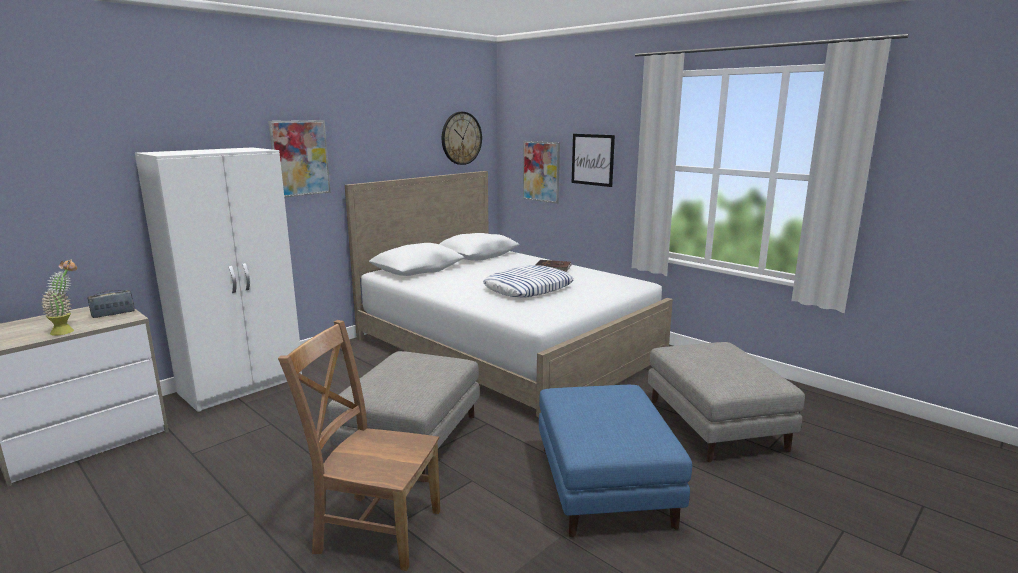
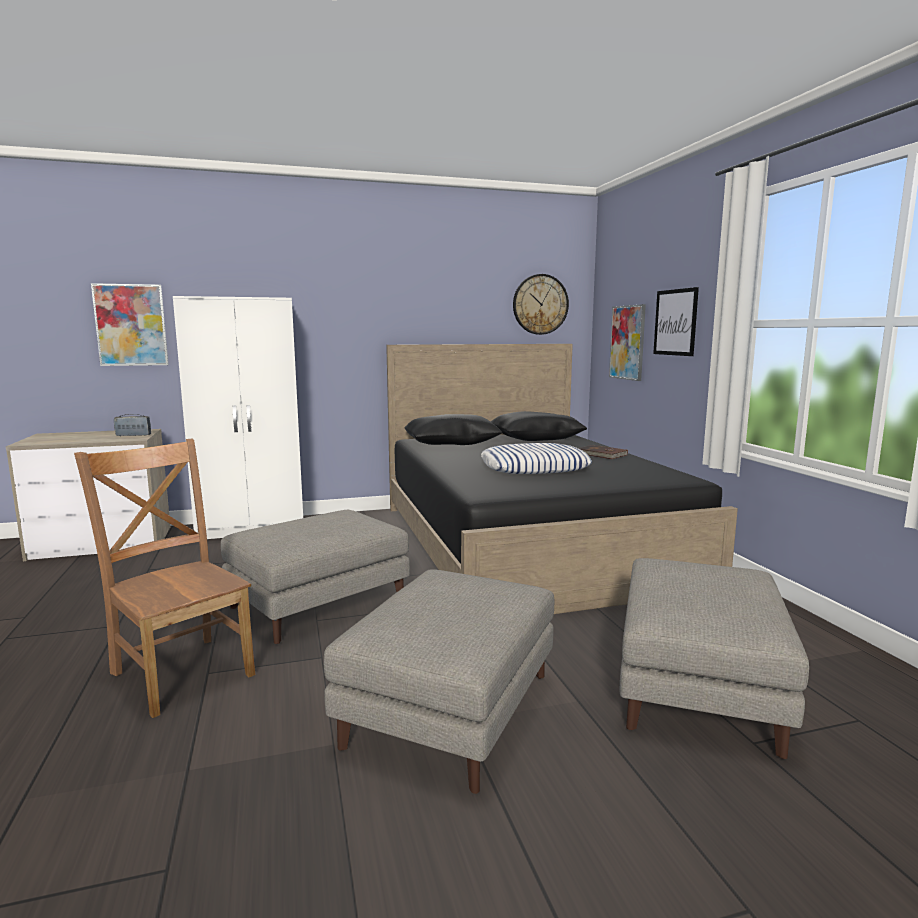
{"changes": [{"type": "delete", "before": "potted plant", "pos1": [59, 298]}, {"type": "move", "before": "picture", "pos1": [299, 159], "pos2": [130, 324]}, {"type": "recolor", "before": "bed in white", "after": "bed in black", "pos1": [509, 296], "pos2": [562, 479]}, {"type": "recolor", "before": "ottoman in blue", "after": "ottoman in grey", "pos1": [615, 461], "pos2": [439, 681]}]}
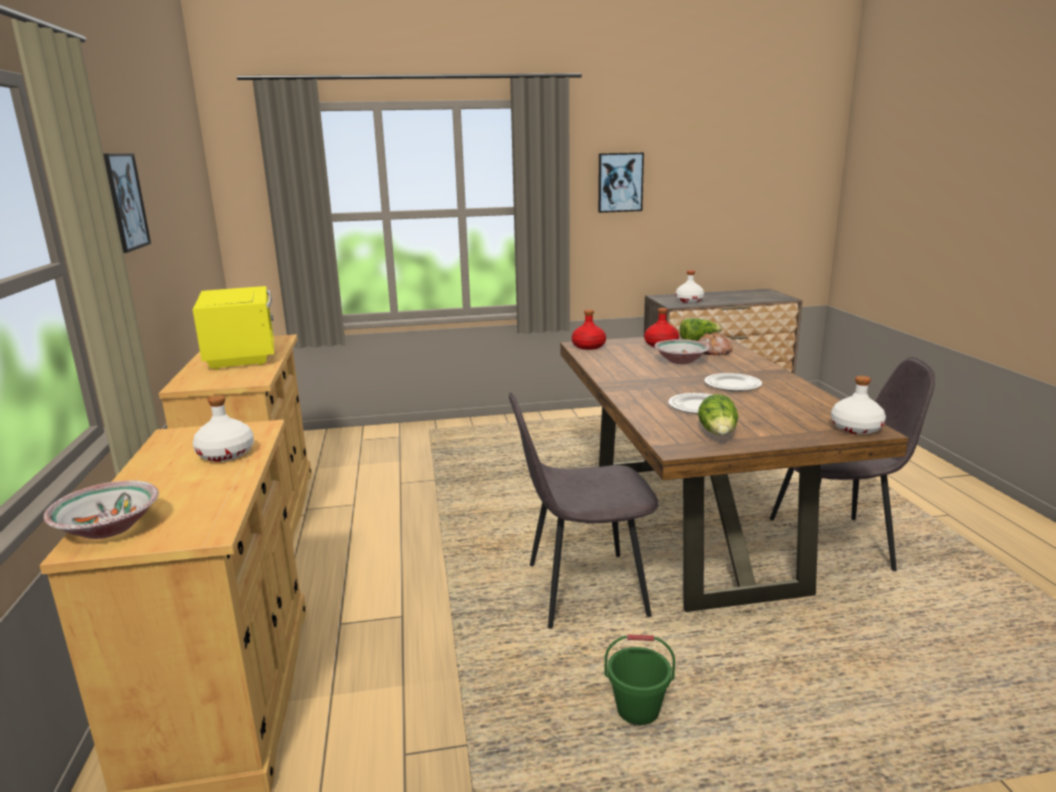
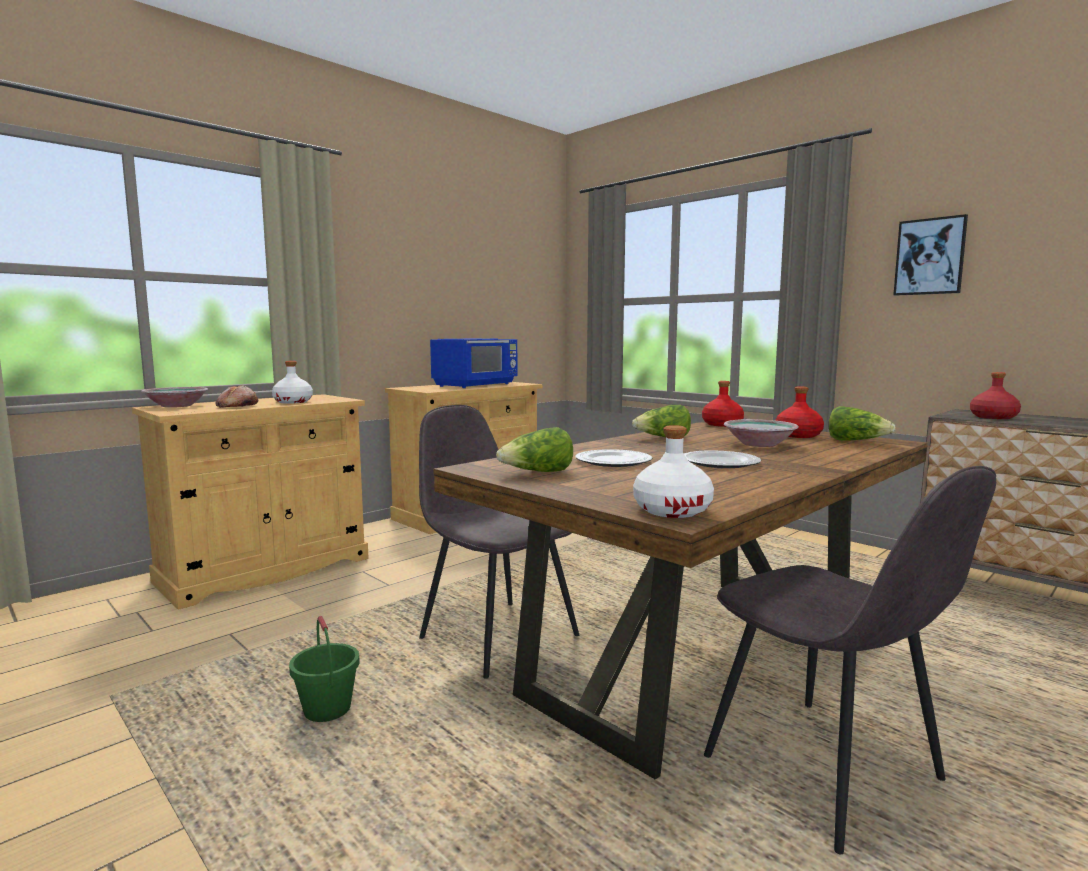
{"changes": [{"type": "delete", "before": "picture", "pos1": [127, 203]}, {"type": "recolor", "before": "microwave in yellow", "after": "microwave in blue", "pos1": [233, 328], "pos2": [474, 363]}, {"type": "recolor", "before": "bottle in white", "after": "bottle in red", "pos1": [689, 286], "pos2": [995, 395]}, {"type": "move", "before": "bread", "pos1": [715, 343], "pos2": [237, 396]}, {"type": "insert", "after": "lettuce", "pos2": [661, 421]}]}
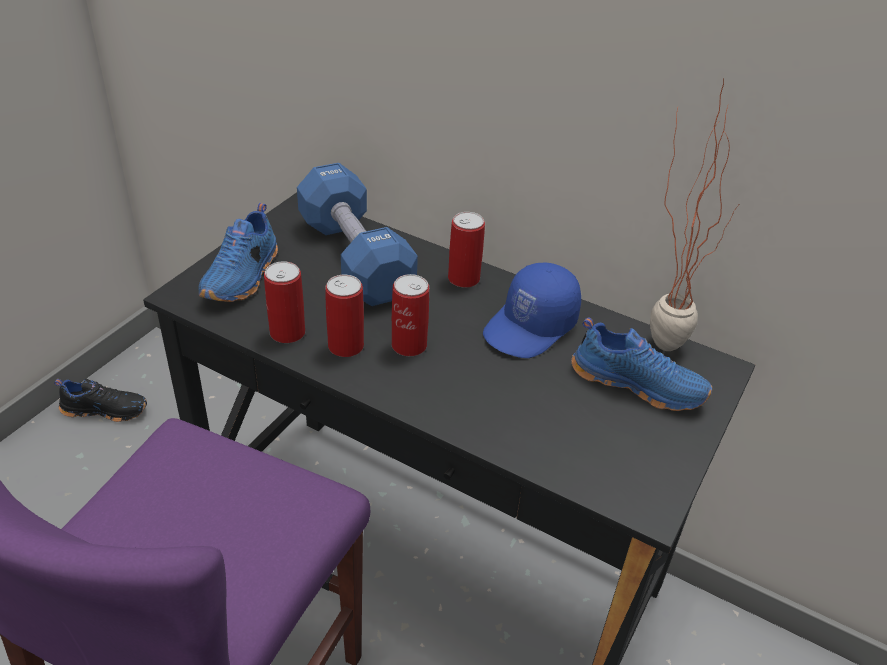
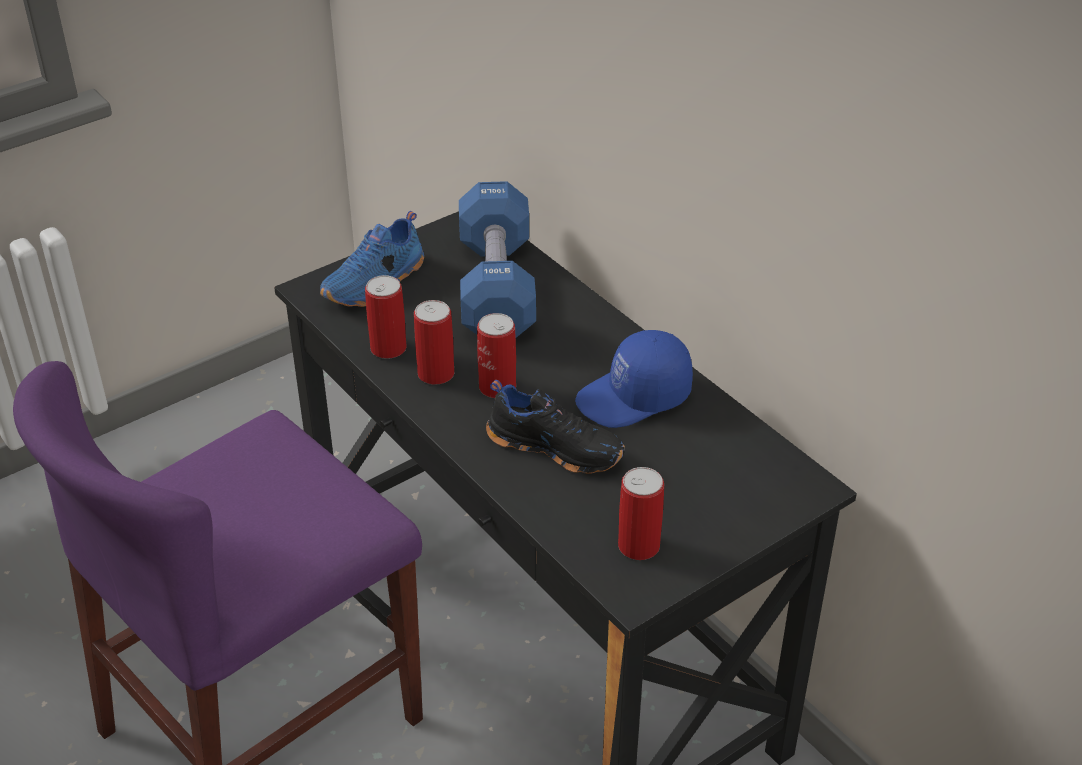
{"changes": [{"type": "move", "before": "shoe in black", "pos1": [100, 400], "pos2": [555, 427]}, {"type": "move", "before": "can", "pos1": [466, 250], "pos2": [641, 513]}, {"type": "delete", "before": "shoe in blue", "pos1": [641, 364]}, {"type": "delete", "before": "potted plant", "pos1": [695, 214]}]}
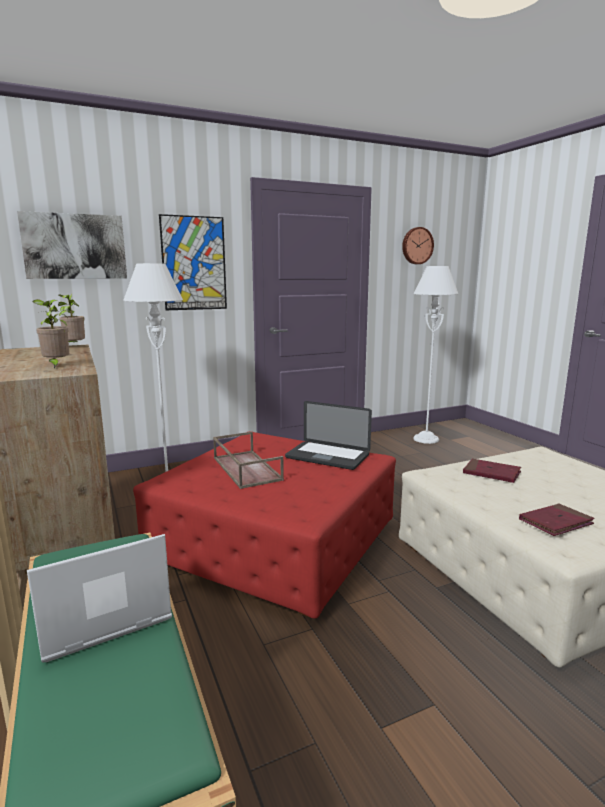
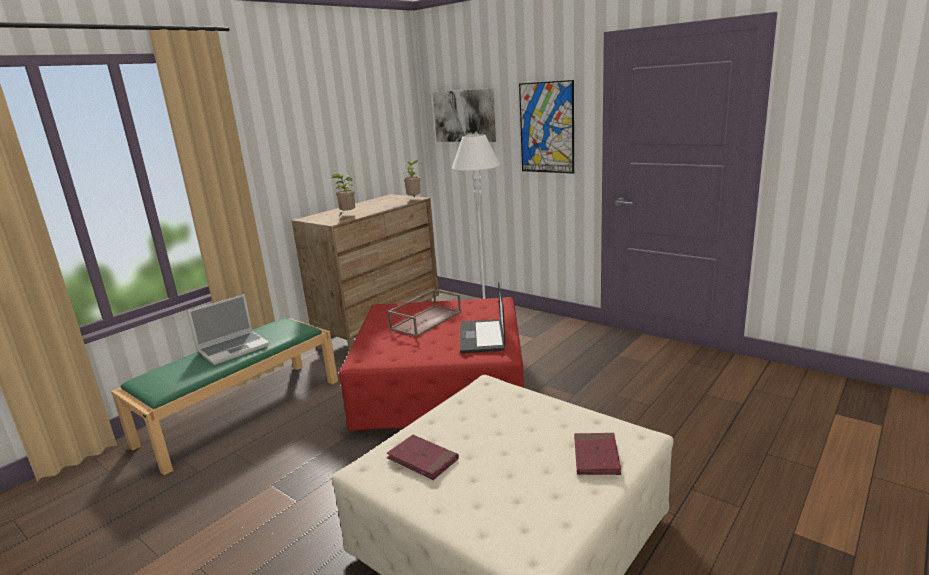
{"changes": [{"type": "rotate", "before": "laptop", "pos1": [99, 598], "pos2": [229, 329], "turn": 105}, {"type": "delete", "before": "wall clock", "pos1": [418, 245]}, {"type": "delete", "before": "floor lamp in white", "pos1": [435, 355]}, {"type": "move", "before": "book in red", "pos1": [492, 471], "pos2": [597, 454]}]}
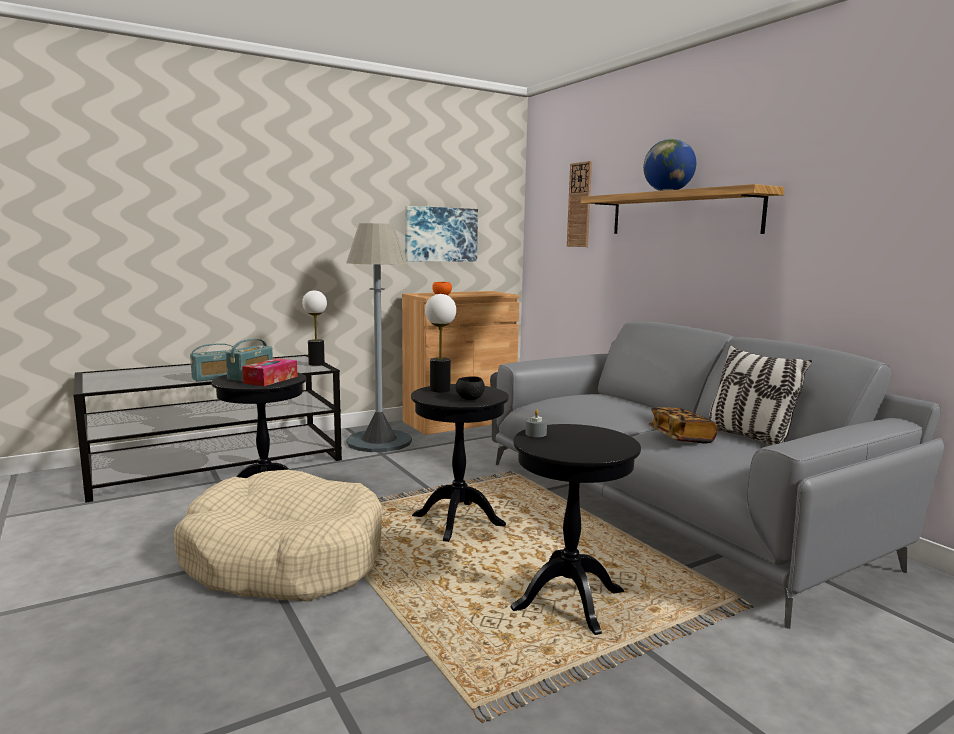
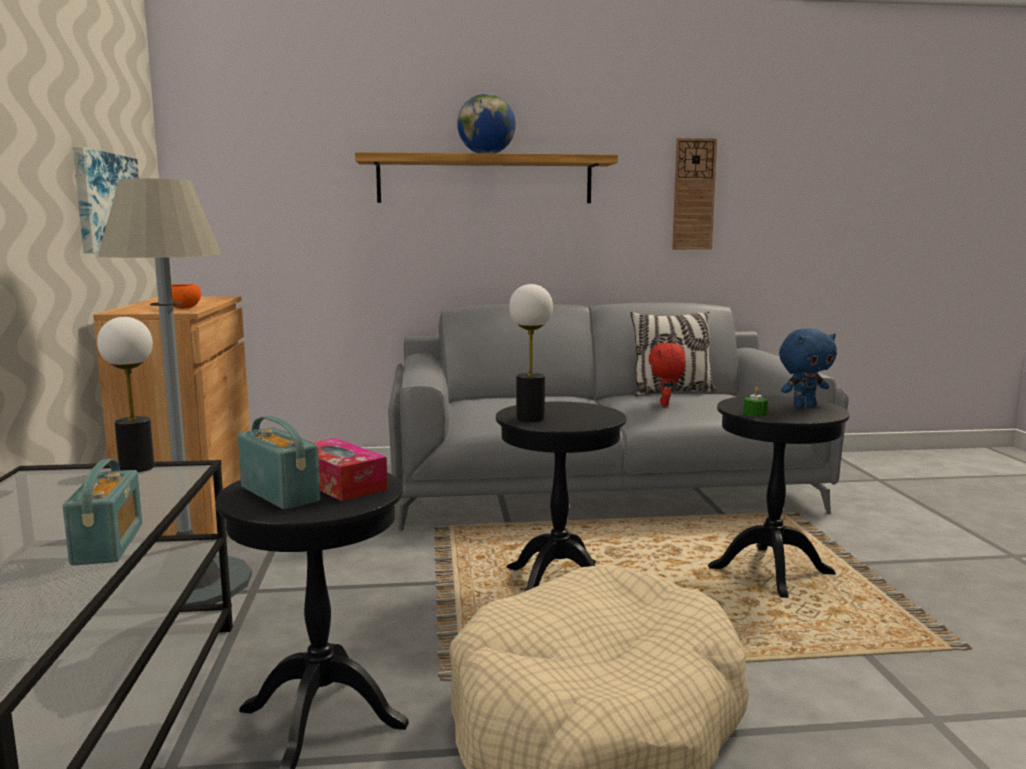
{"changes": [{"type": "delete", "before": "bowl in black", "pos1": [470, 388]}, {"type": "recolor", "before": "candle in grey", "after": "candle in green", "pos1": [536, 423], "pos2": [755, 401]}, {"type": "move", "before": "wall clock", "pos1": [579, 204], "pos2": [694, 194]}, {"type": "replace", "before": "book", "after": "plush toy in red", "pos1": [683, 425], "pos2": [667, 375]}, {"type": "insert", "after": "plush toy in blue", "pos2": [808, 368]}]}
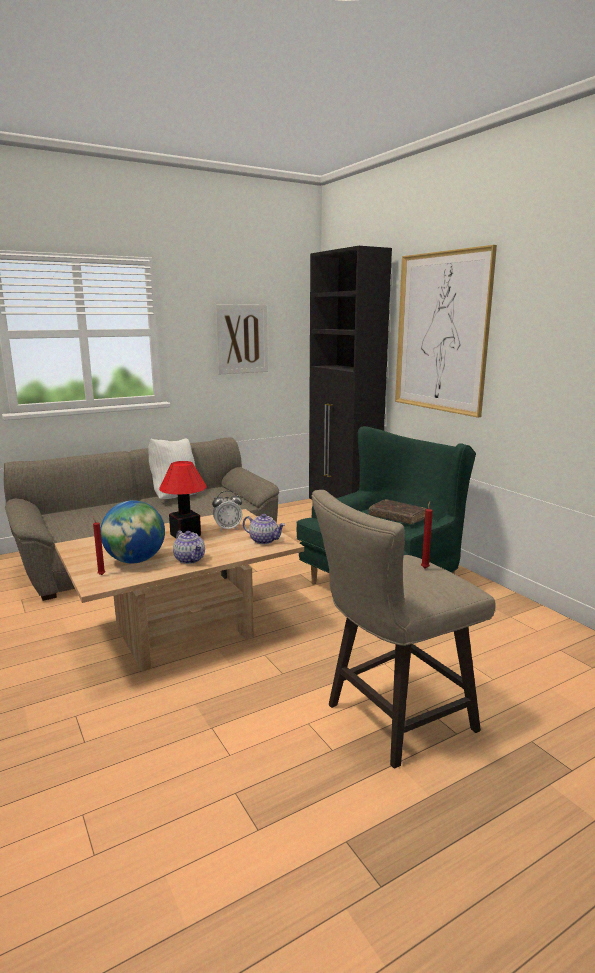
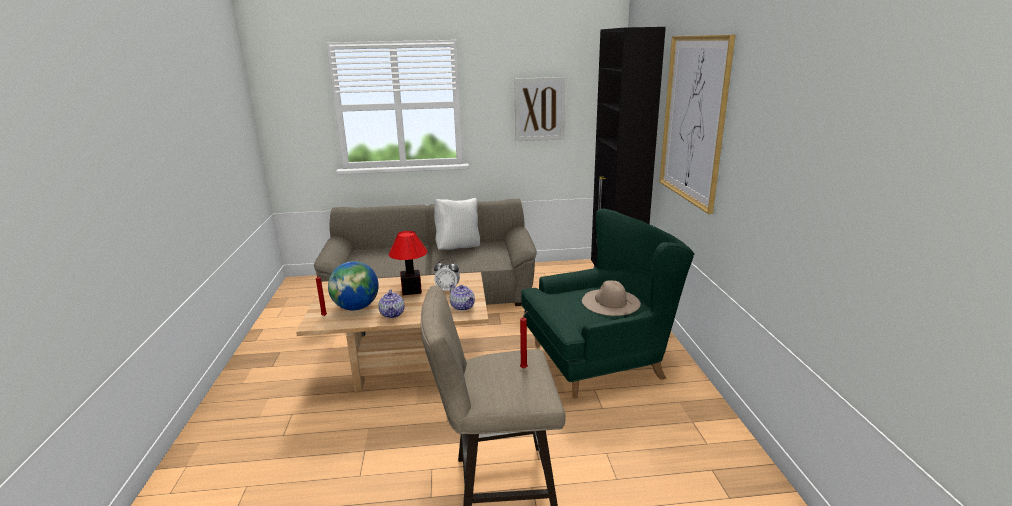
{"changes": [{"type": "replace", "before": "book in brown", "after": "hat in beige", "pos1": [397, 511], "pos2": [611, 298]}]}
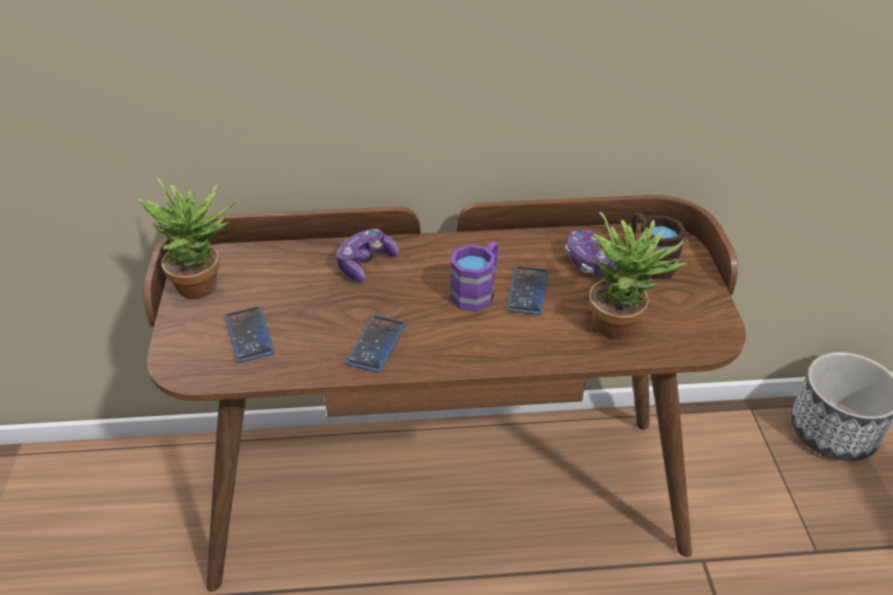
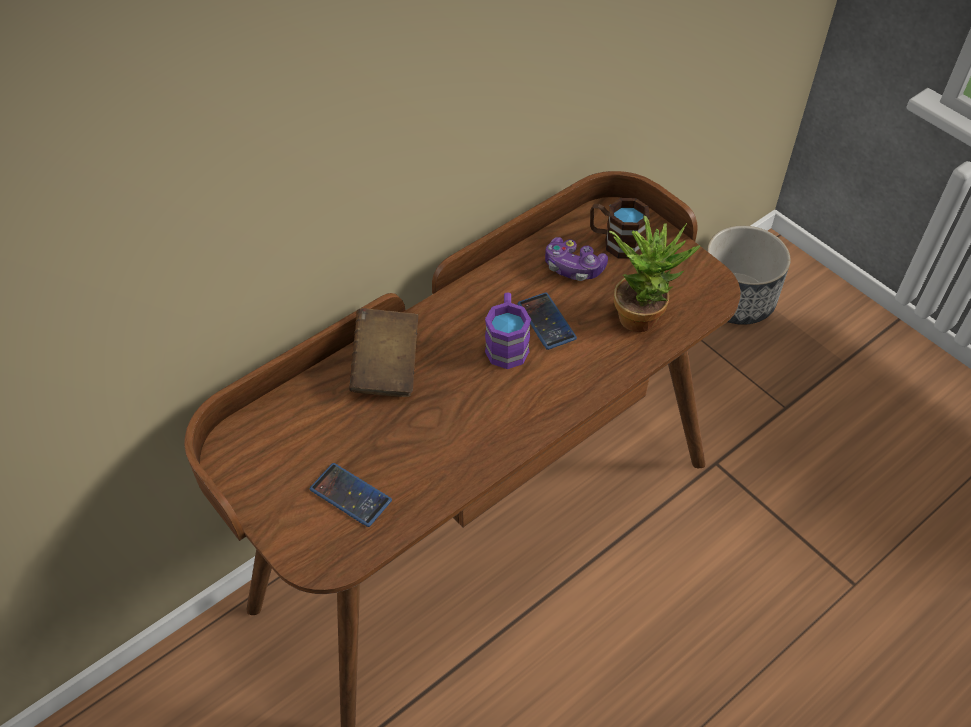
{"changes": [{"type": "delete", "before": "potted plant", "pos1": [187, 238]}, {"type": "replace", "before": "game controller", "after": "book in brown", "pos1": [368, 255], "pos2": [383, 352]}, {"type": "delete", "before": "phone", "pos1": [376, 344]}]}
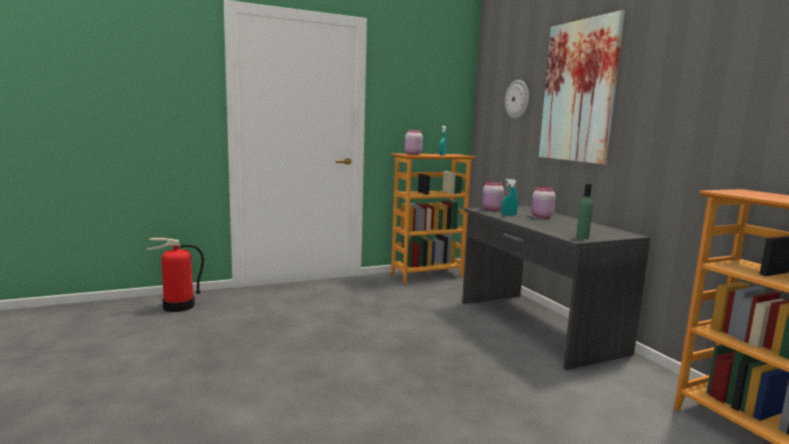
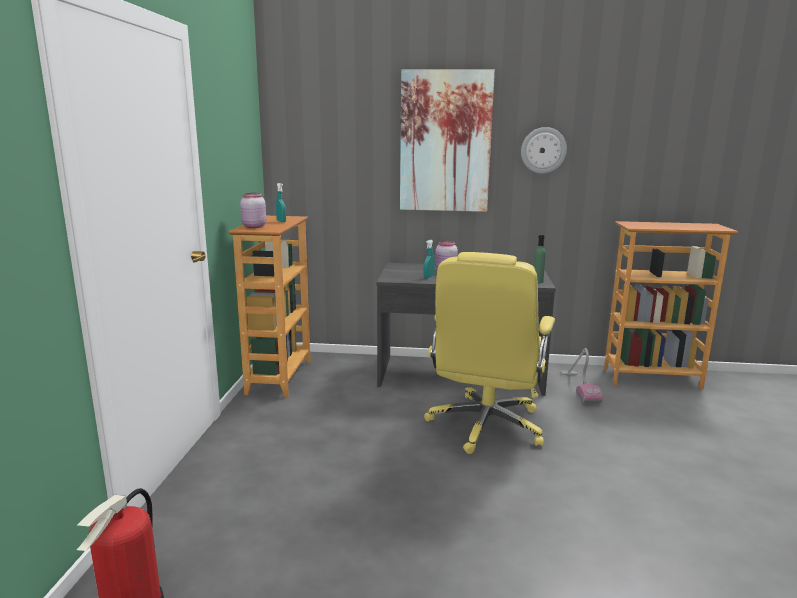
{"changes": [{"type": "delete", "before": "jar in pink", "pos1": [493, 196]}, {"type": "move", "before": "wall clock", "pos1": [517, 99], "pos2": [544, 150]}, {"type": "insert", "after": "office chair in yellow", "pos2": [489, 353]}, {"type": "insert", "after": "vacuum cleaner", "pos2": [581, 375]}]}
